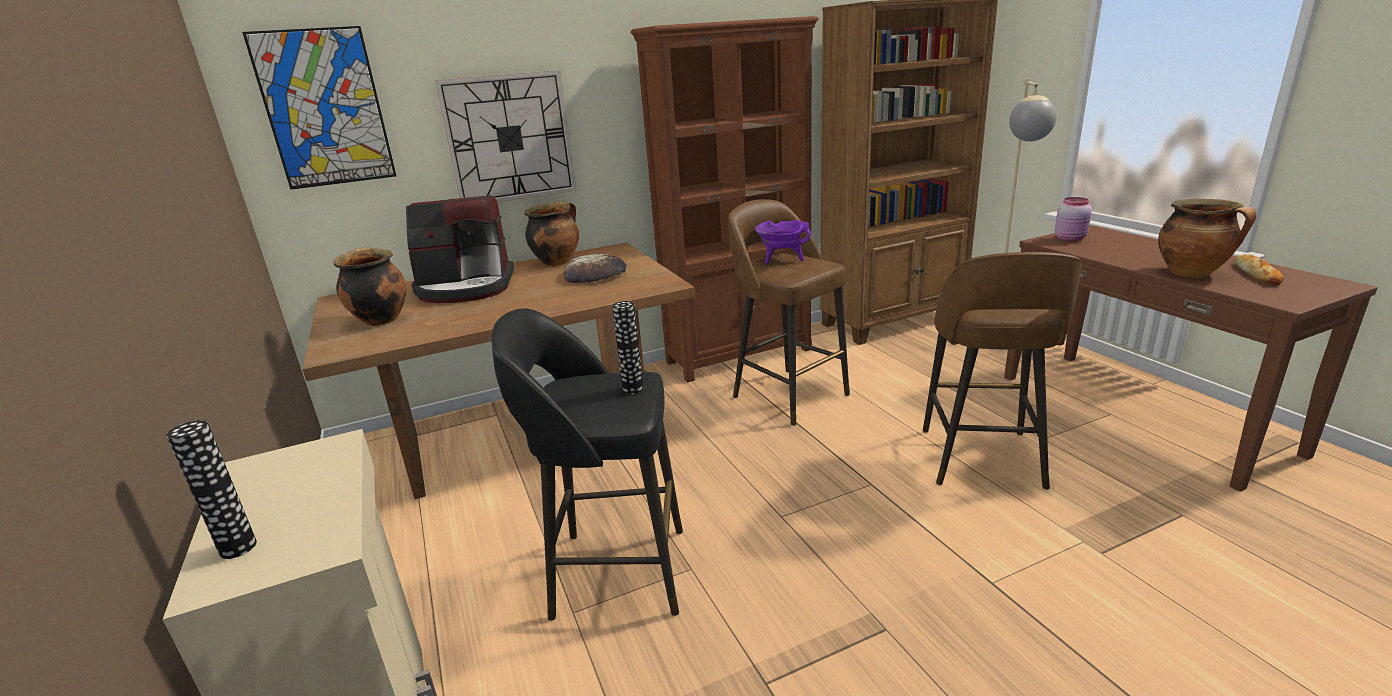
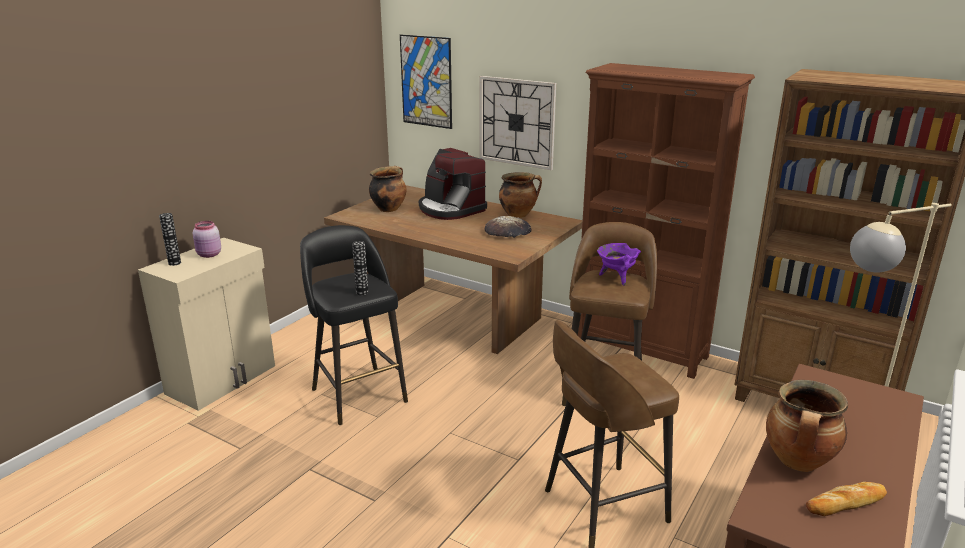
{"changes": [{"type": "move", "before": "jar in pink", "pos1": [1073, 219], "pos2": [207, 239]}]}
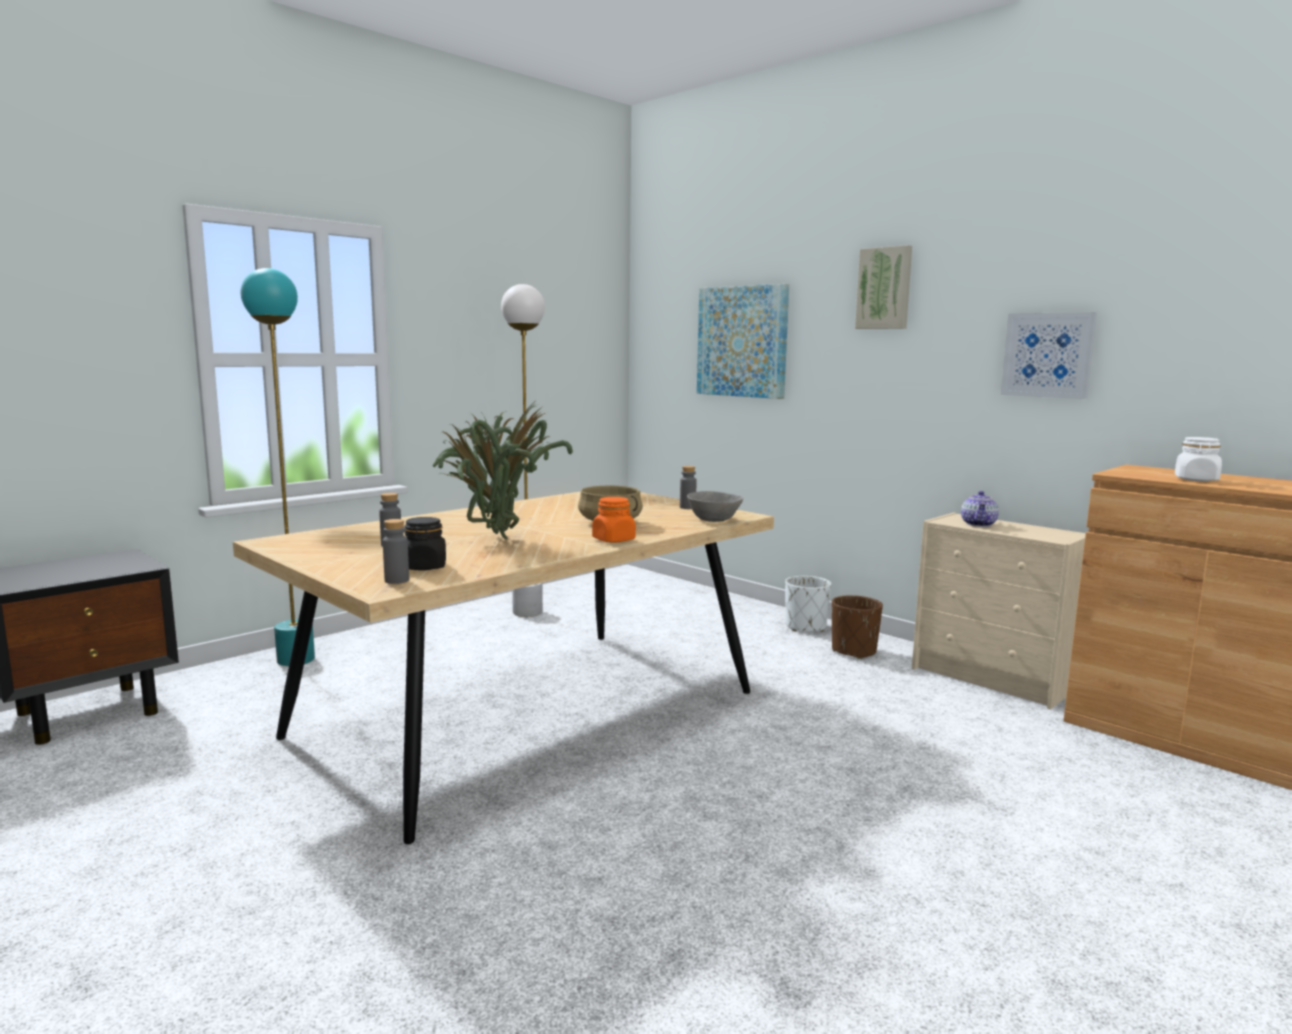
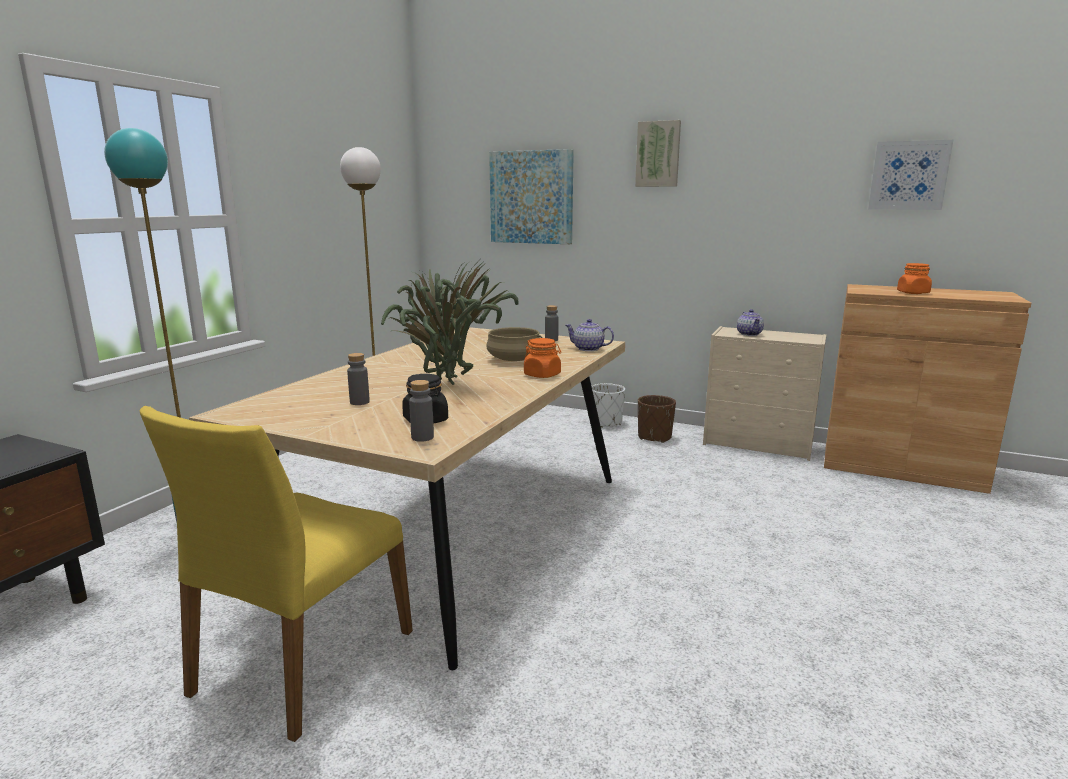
{"changes": [{"type": "replace", "before": "bowl in grey", "after": "teapot", "pos1": [715, 506], "pos2": [589, 335]}, {"type": "move", "before": "picture", "pos1": [1049, 355], "pos2": [910, 175]}, {"type": "recolor", "before": "jar in white", "after": "jar in orange", "pos1": [1198, 459], "pos2": [914, 278]}, {"type": "insert", "after": "chair in yellow", "pos2": [276, 574]}]}
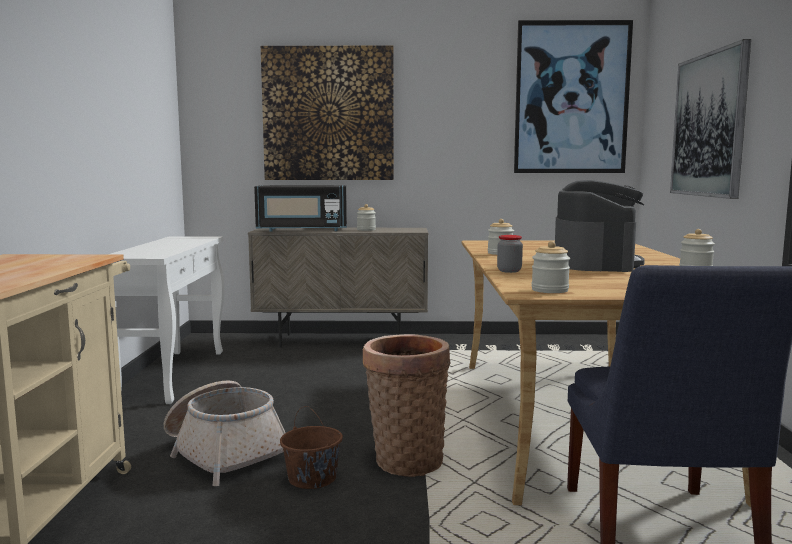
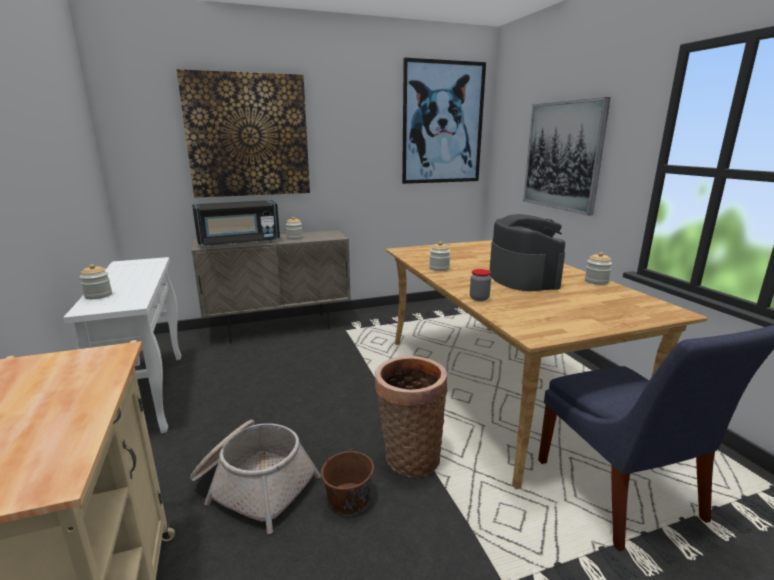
{"changes": [{"type": "move", "before": "jar", "pos1": [550, 267], "pos2": [96, 281]}]}
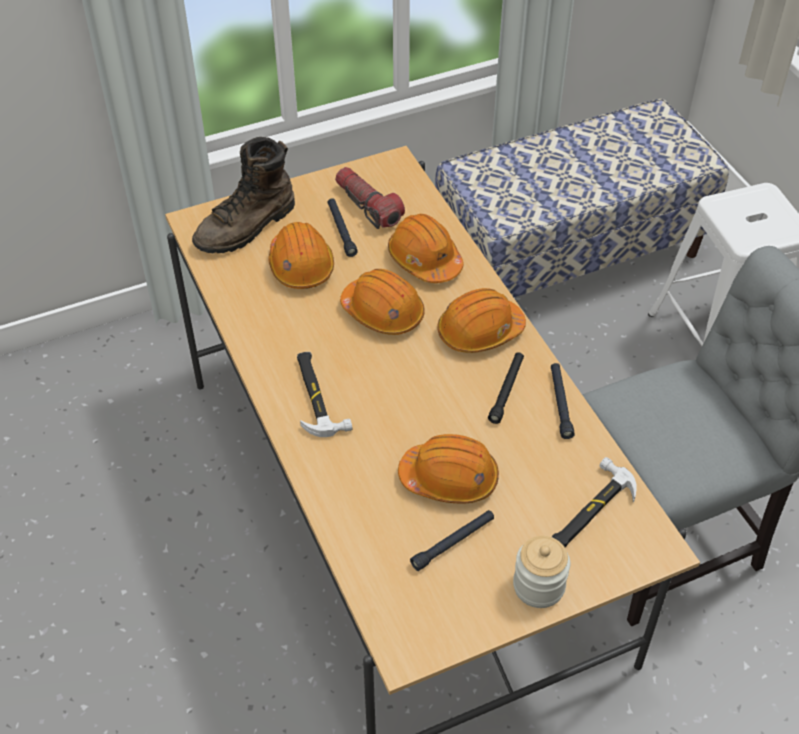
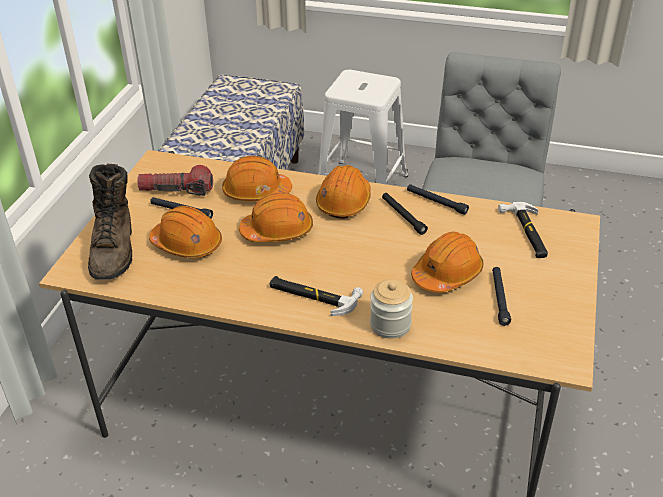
{"changes": [{"type": "move", "before": "jar", "pos1": [541, 572], "pos2": [391, 309]}]}
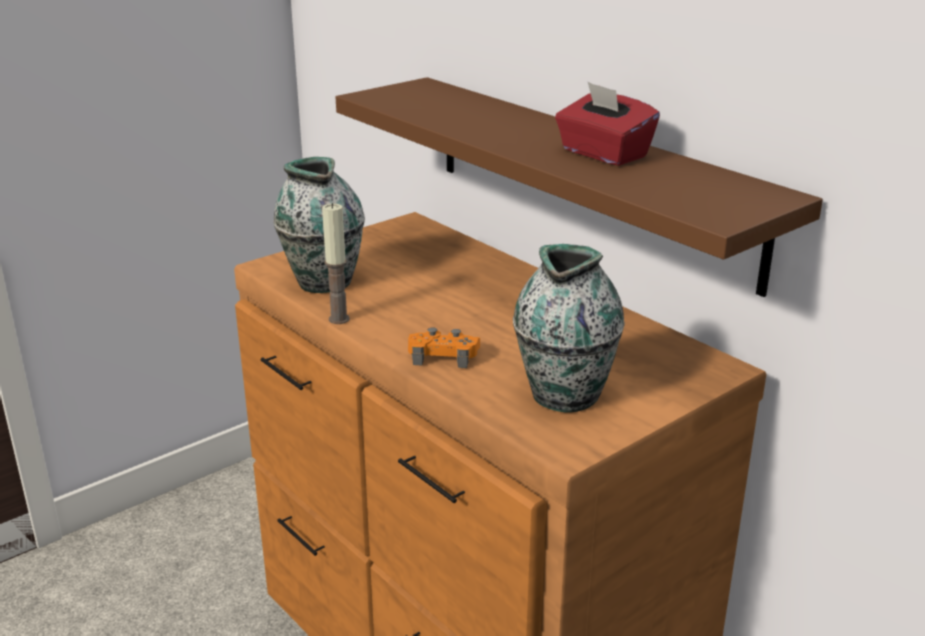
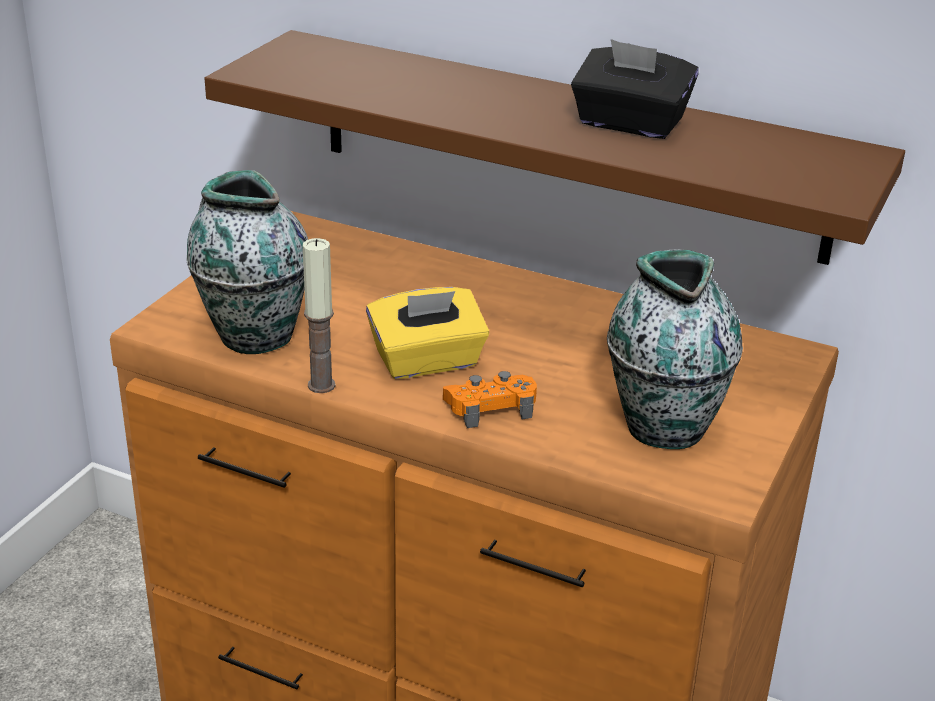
{"changes": [{"type": "recolor", "before": "tissue box in red", "after": "tissue box in black", "pos1": [607, 124], "pos2": [635, 89]}, {"type": "insert", "after": "tissue box in yellow", "pos2": [427, 333]}]}
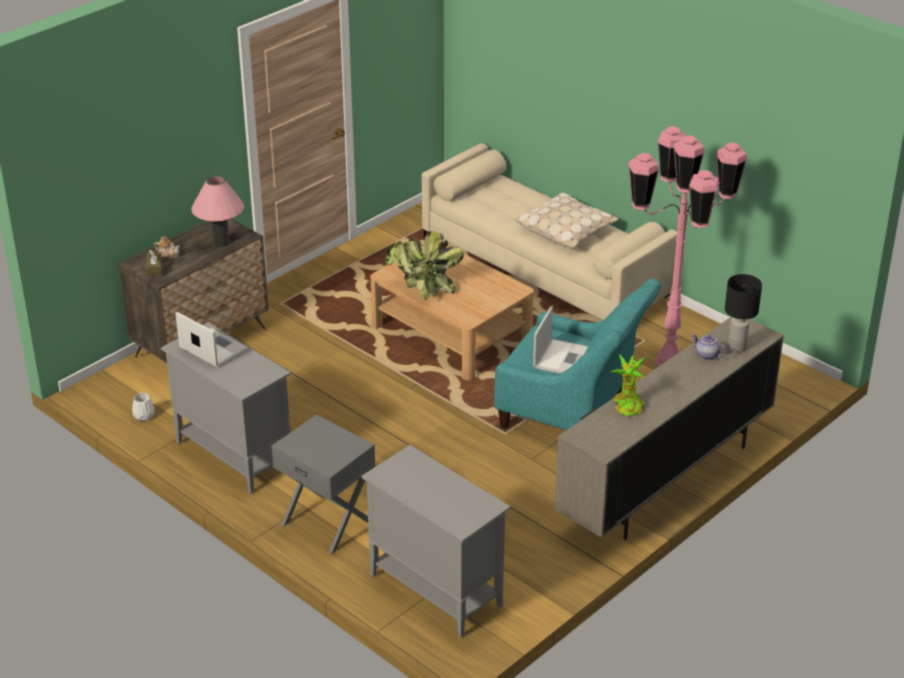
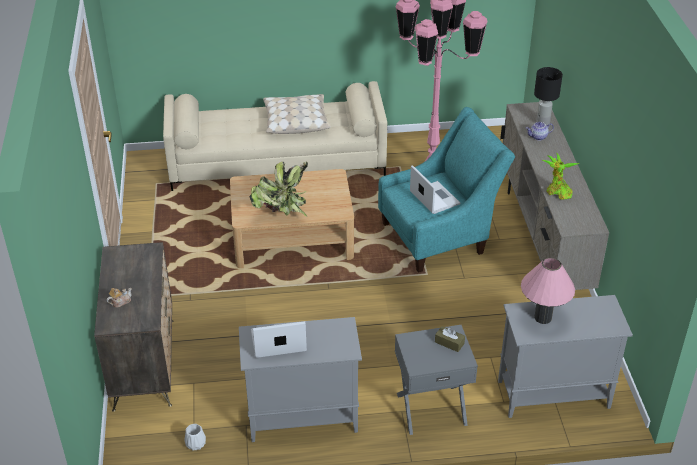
{"changes": [{"type": "move", "before": "tissue box in brown", "pos1": [154, 263], "pos2": [450, 339]}, {"type": "move", "before": "table lamp in pink", "pos1": [217, 211], "pos2": [548, 291]}]}
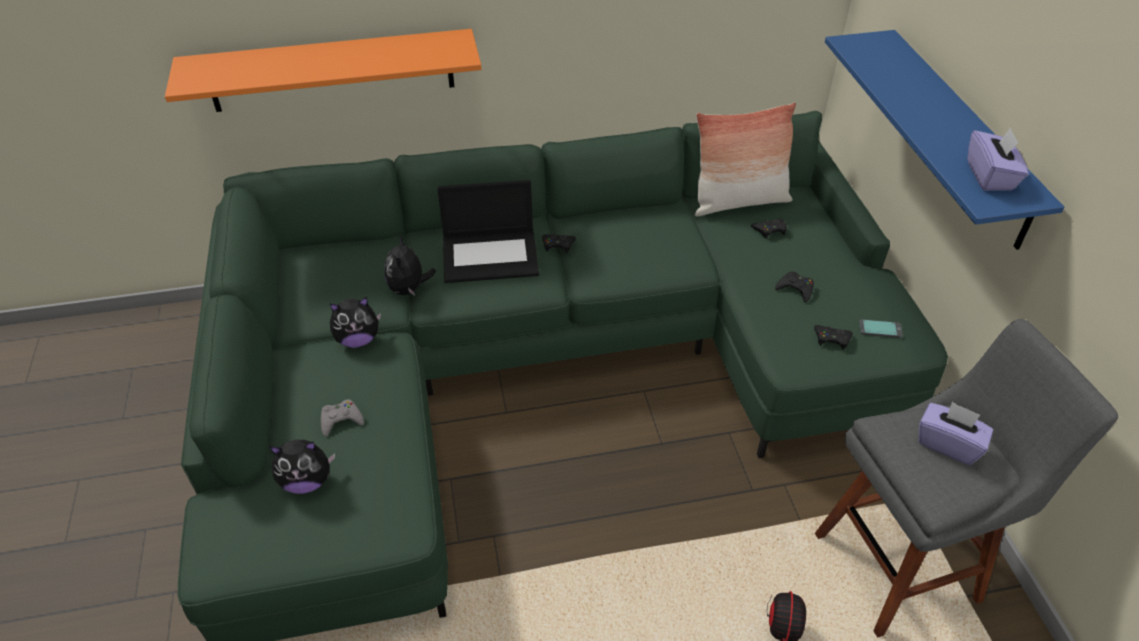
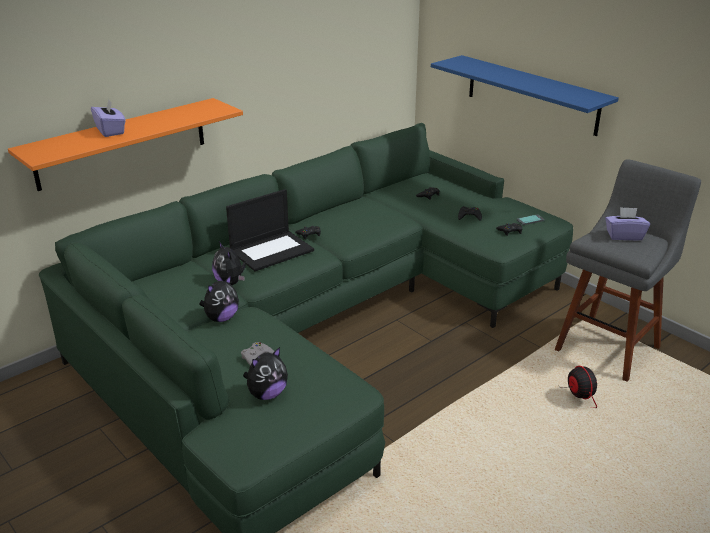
{"changes": [{"type": "delete", "before": "pillow", "pos1": [745, 159]}, {"type": "move", "before": "tissue box in purple", "pos1": [998, 159], "pos2": [108, 118]}]}
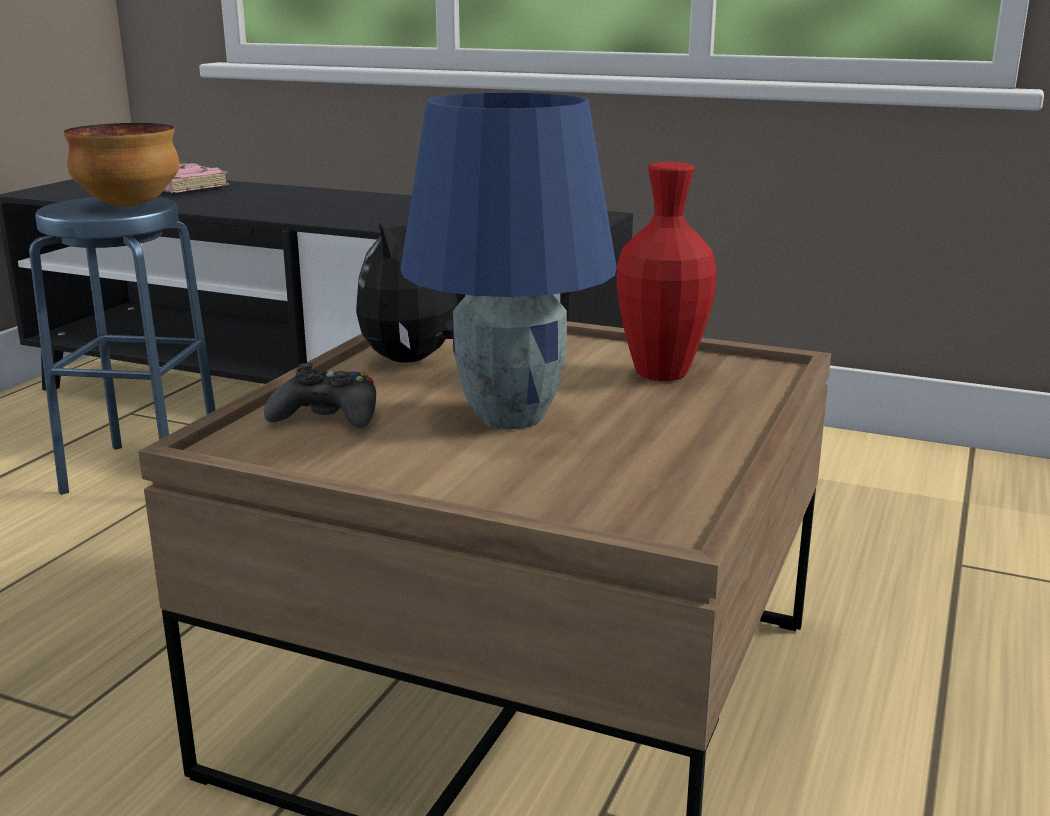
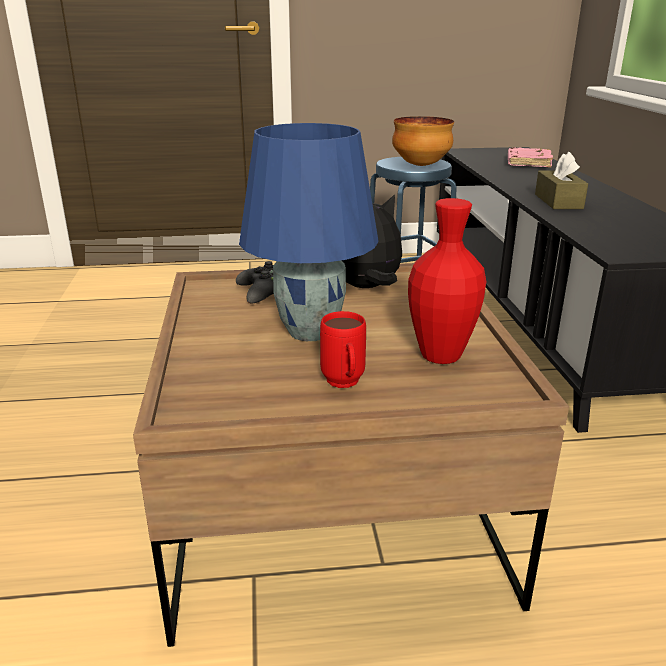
{"changes": [{"type": "insert", "after": "mug in red", "pos2": [343, 349]}, {"type": "insert", "after": "tissue box in brown", "pos2": [561, 180]}]}
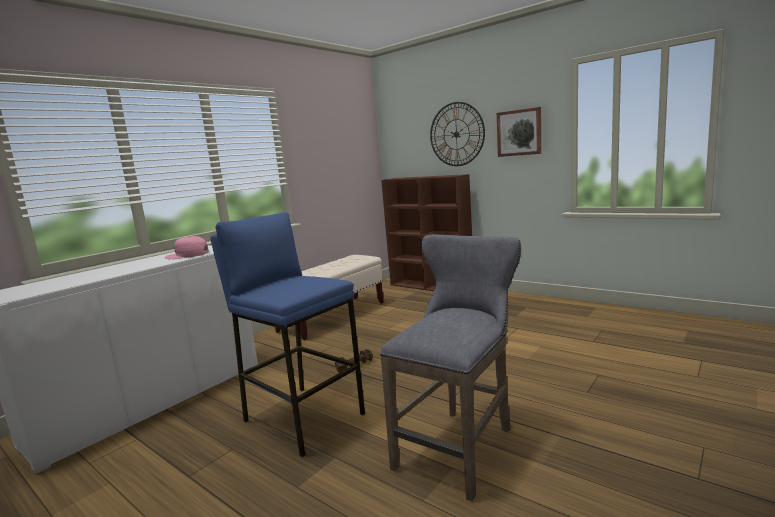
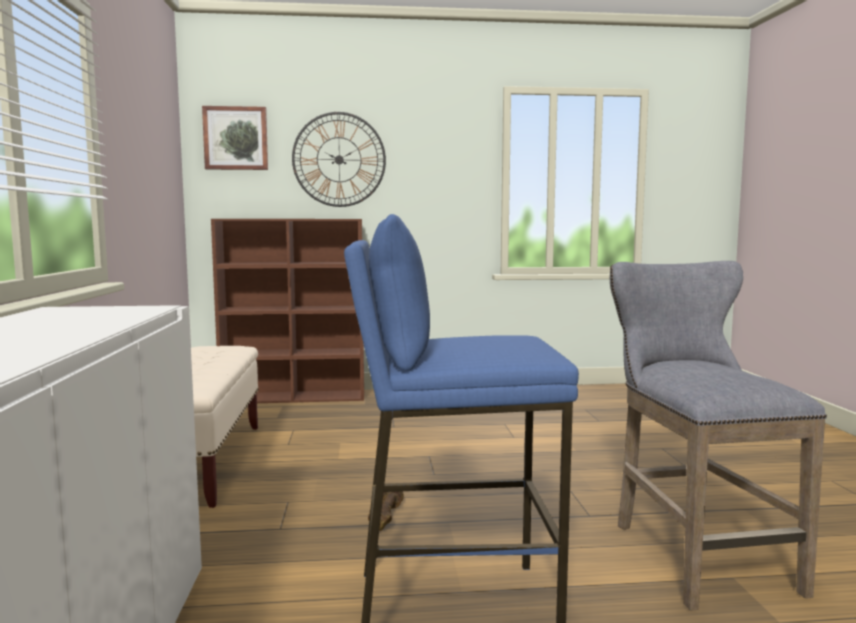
{"changes": [{"type": "delete", "before": "cap in pink", "pos1": [186, 247]}, {"type": "move", "before": "picture", "pos1": [519, 132], "pos2": [235, 138]}]}
